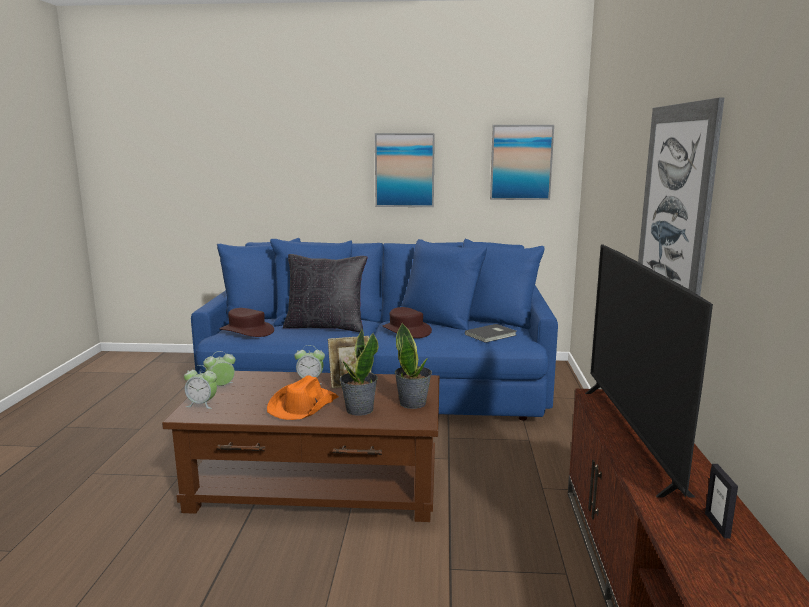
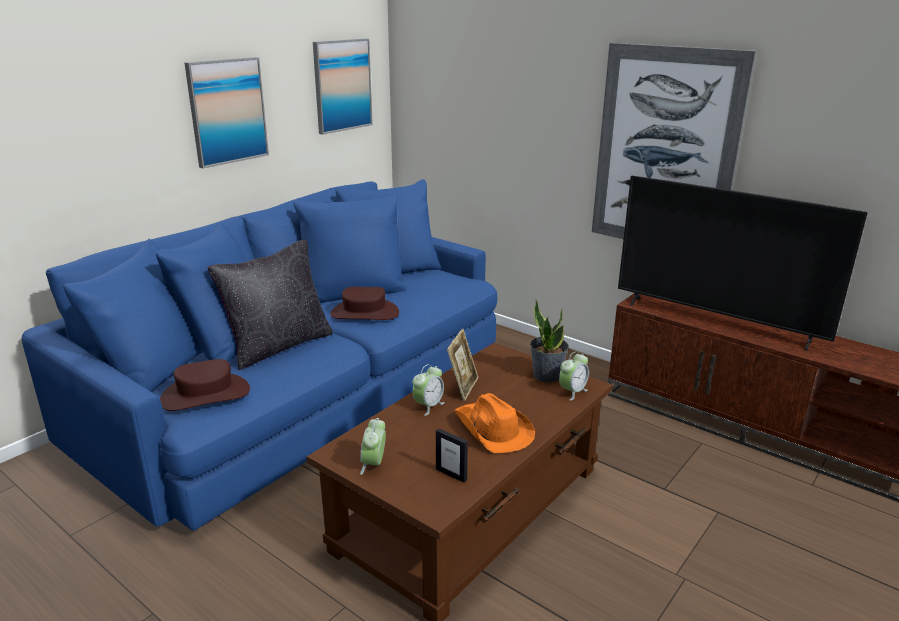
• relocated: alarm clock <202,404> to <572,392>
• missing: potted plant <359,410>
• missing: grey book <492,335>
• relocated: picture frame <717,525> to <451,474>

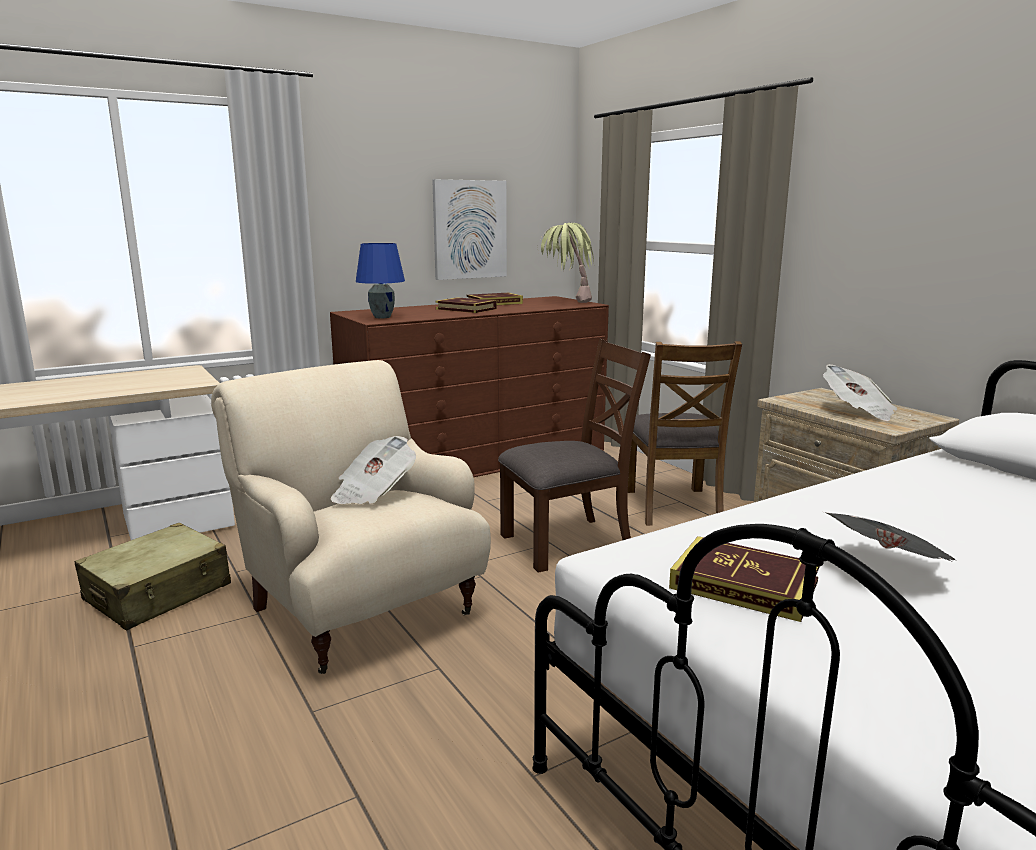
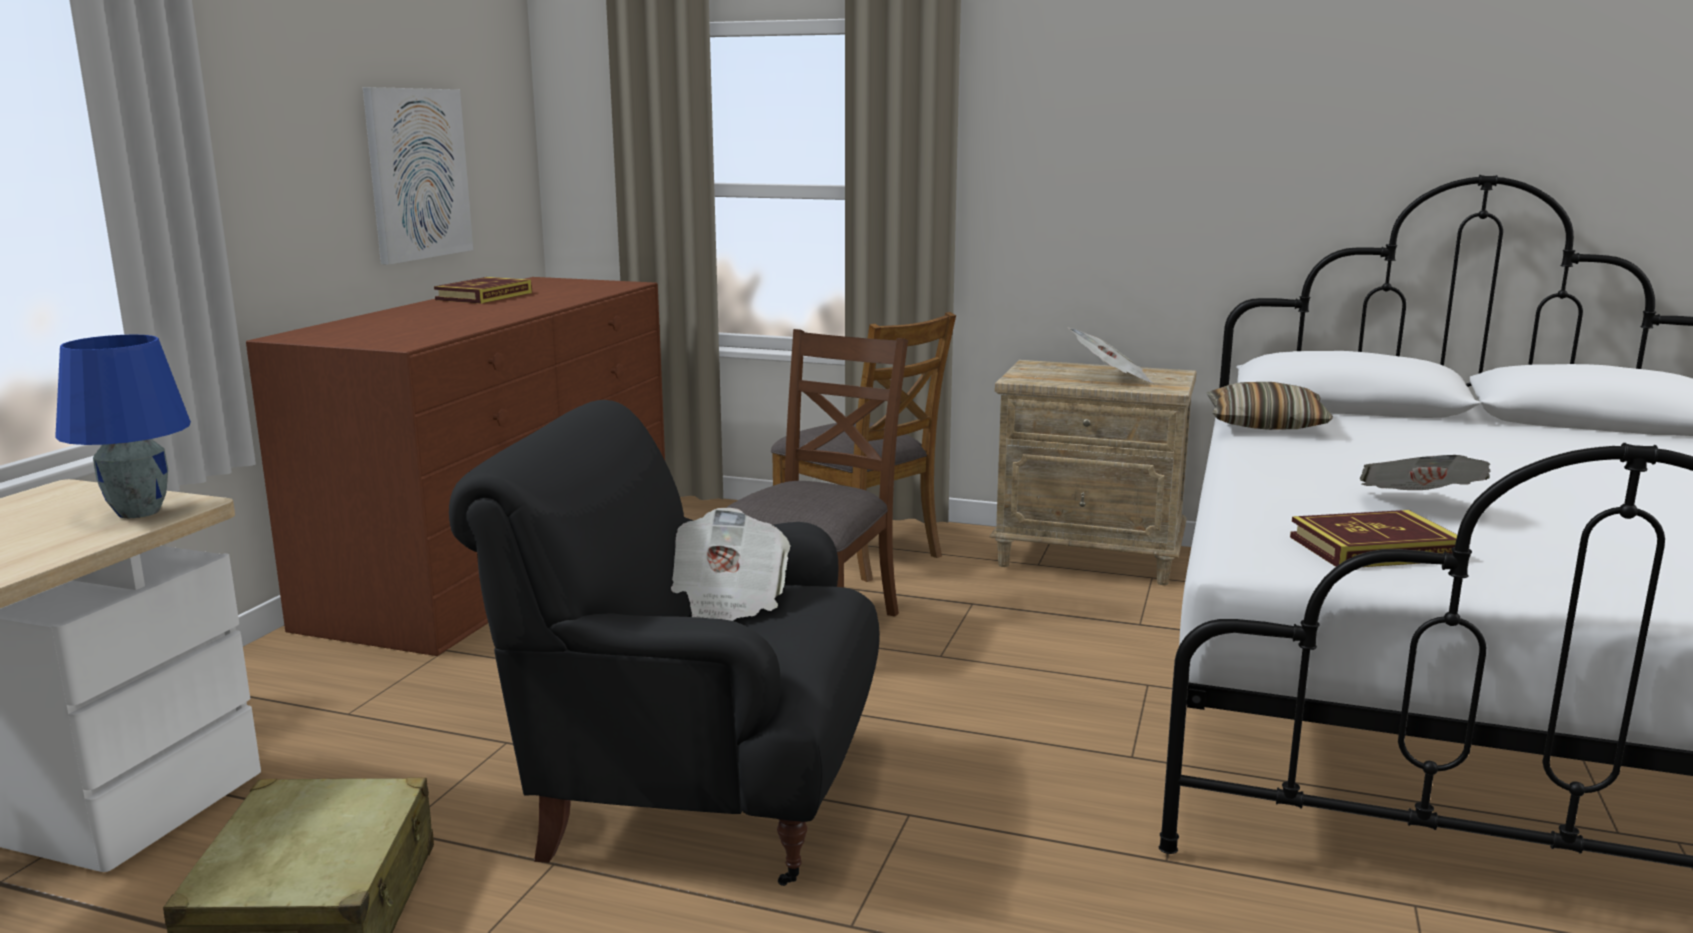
• colour: beige armchair <360,610> to black armchair <697,798>
• relocated: blue table lamp <382,317> to <137,512>
• missing: book <466,309>
• missing: potted plant <566,303>
• appeared: pillow <1265,424>

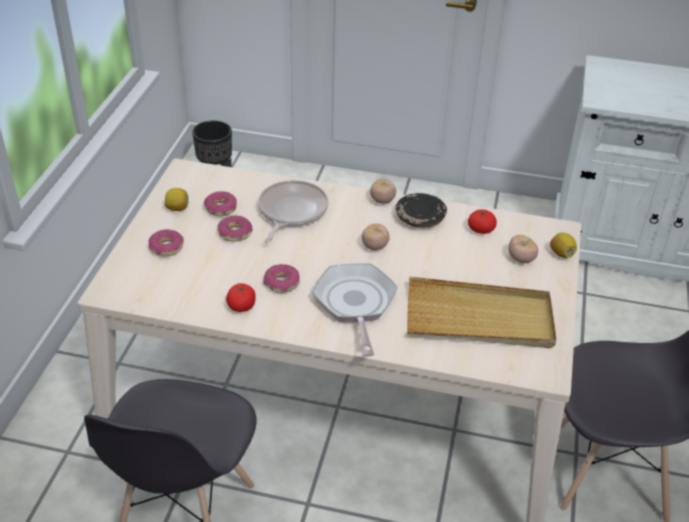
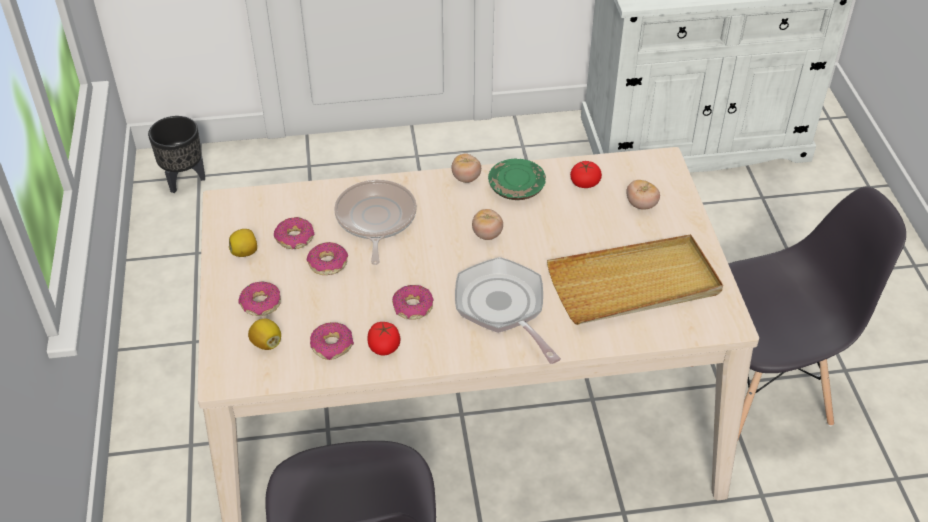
• colour: black plate <420,218> to green plate <516,187>
• relocated: lemon <561,254> to <266,343>
• appeared: donut <332,345>

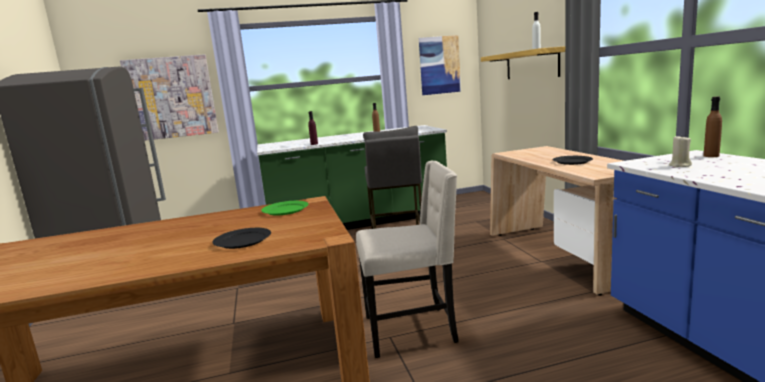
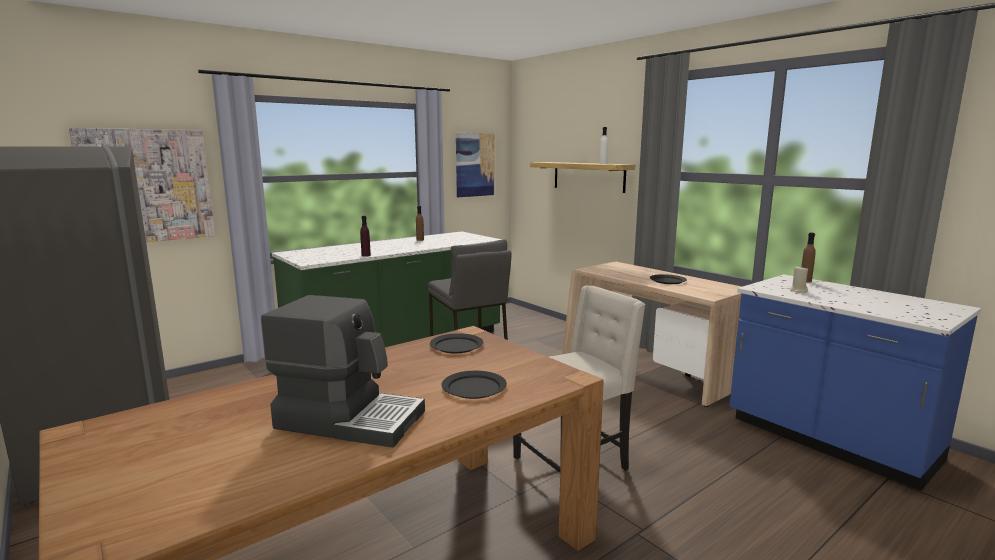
• colour: green plate <285,210> to black plate <456,346>
• appeared: coffee machine <350,419>

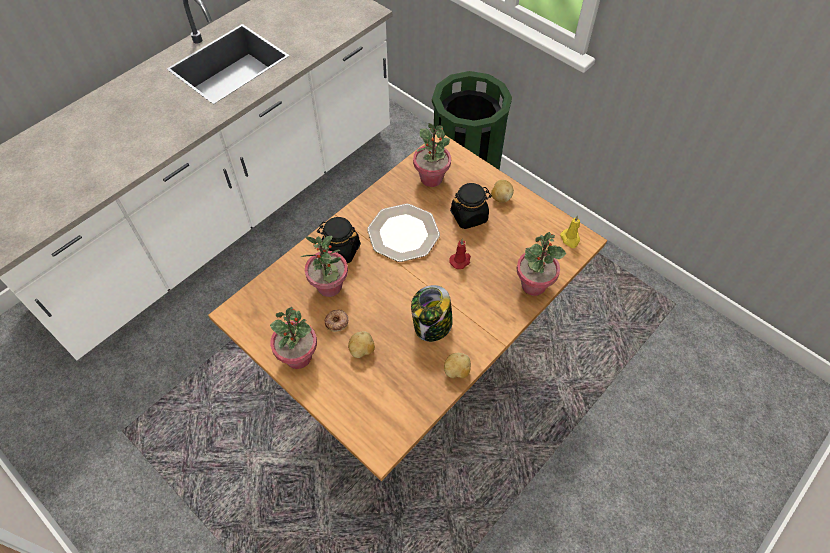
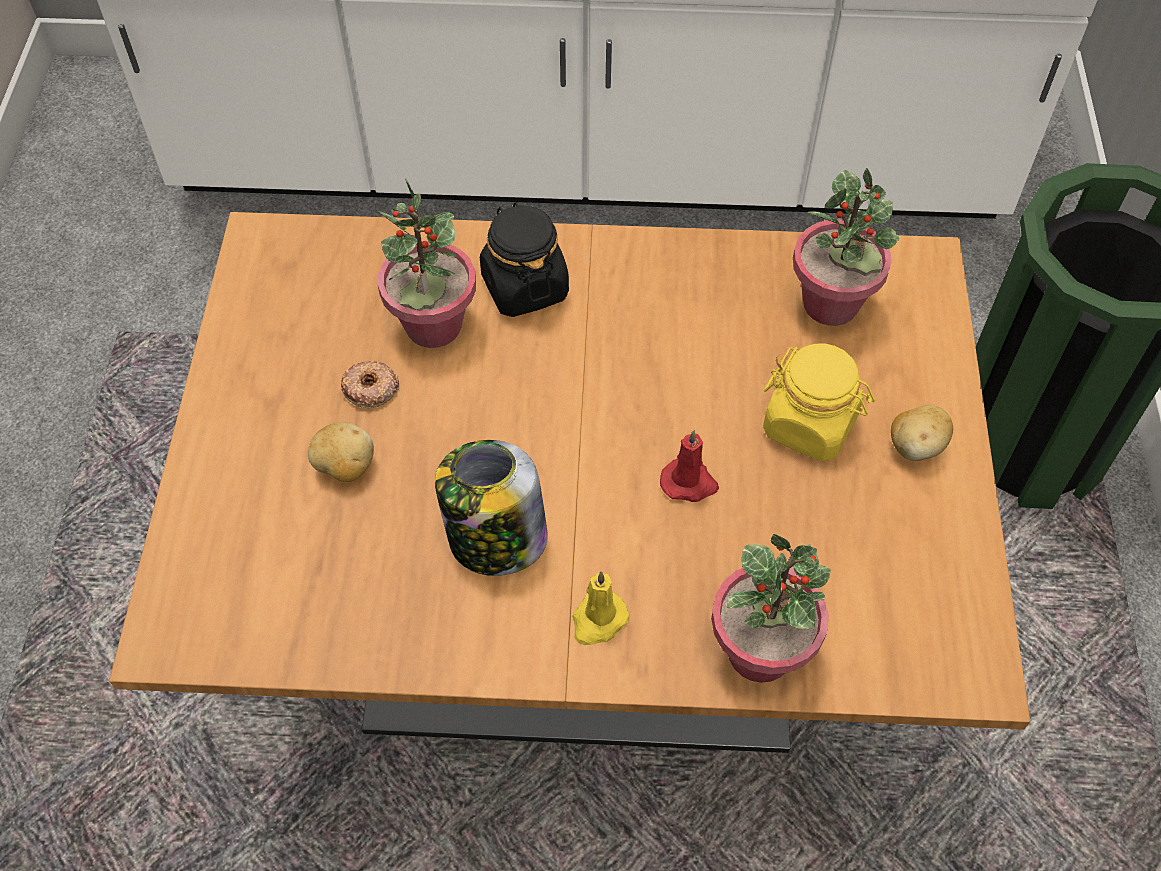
• missing: potted plant <298,356>
• missing: plate <404,234>
• missing: potato <457,371>
• colour: black jar <469,216> to yellow jar <810,425>
• relocated: yellow candle <570,239> to <598,620>

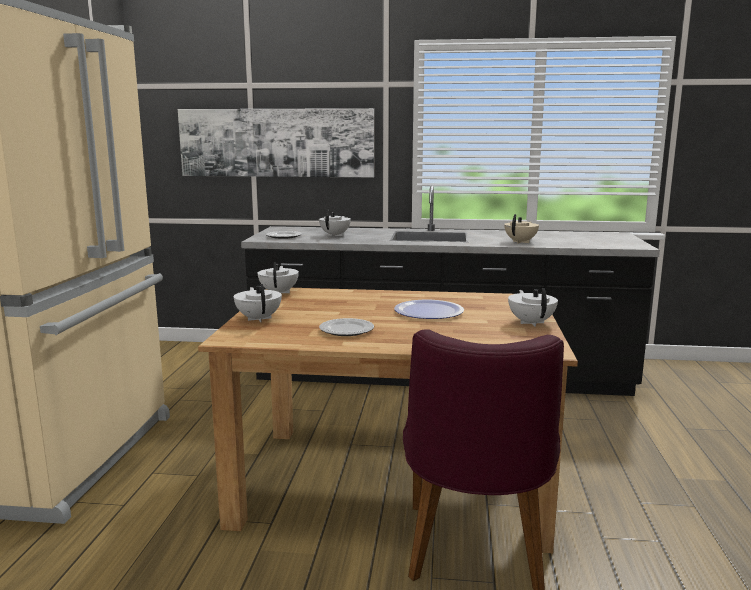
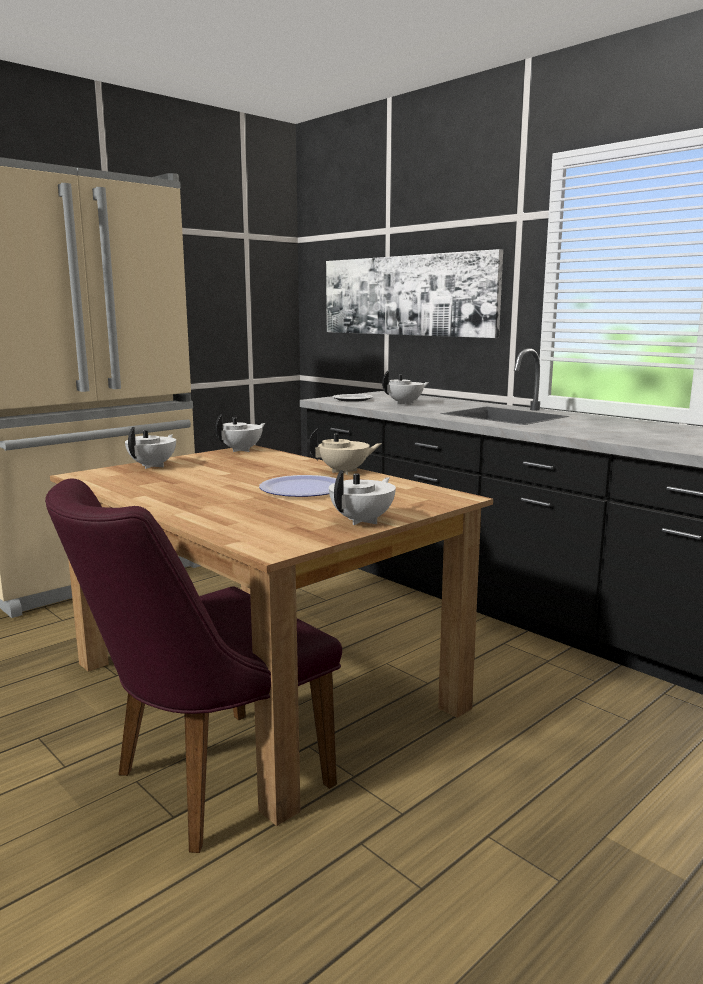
• missing: plate <346,330>
• relocated: beige teapot <521,242> to <345,471>

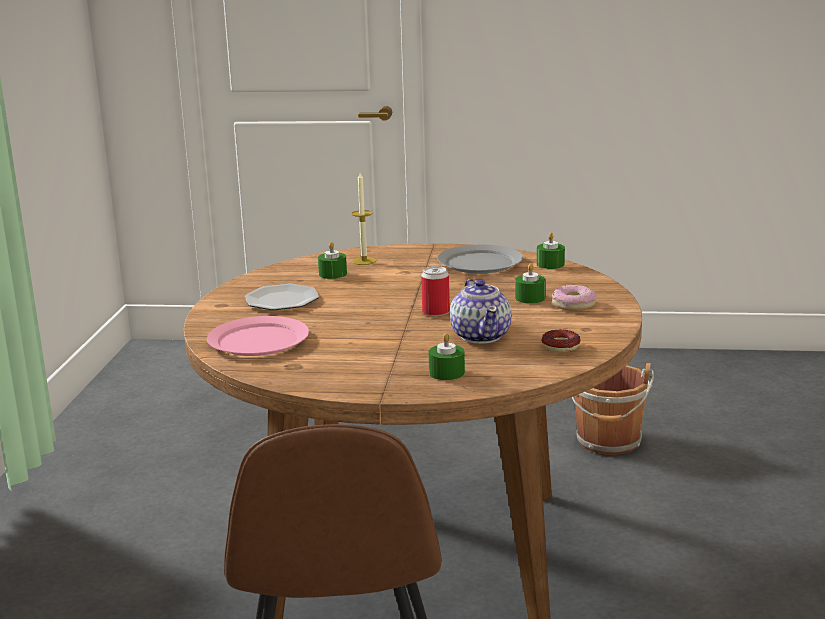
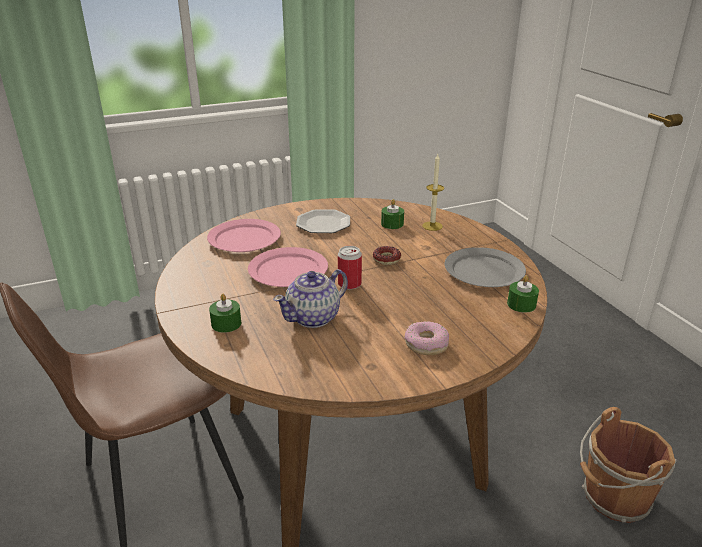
• missing: green candle <530,298>
• relocated: donut <561,346> to <386,259>
• appeared: pink plate <287,271>

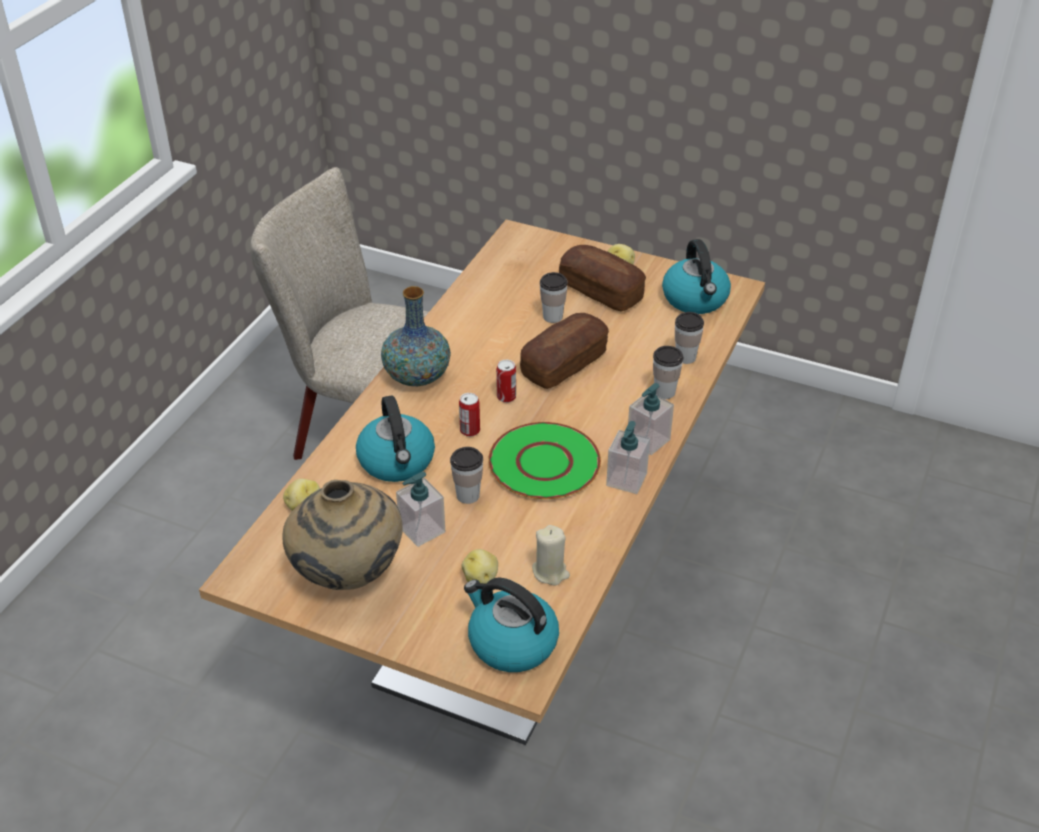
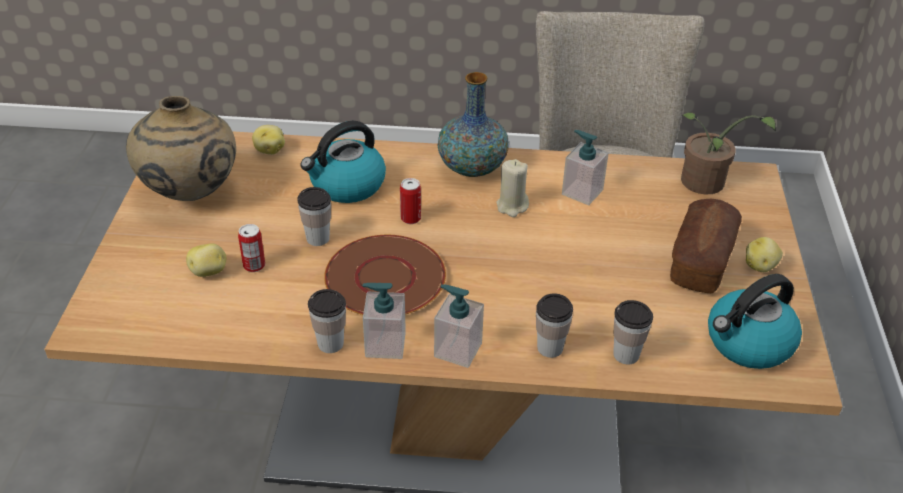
• relocated: soap dispenser <421,530> to <582,192>
• missing: kettle <511,643>
• colour: green plate <544,463> to brown plate <384,278>
• relocated: can <506,397> to <254,265>
• missing: bread <564,364>
• relocated: beige candle <550,572> to <512,206>
• relocated: cup <552,317> to <330,343>
• appeared: potted plant <706,185>

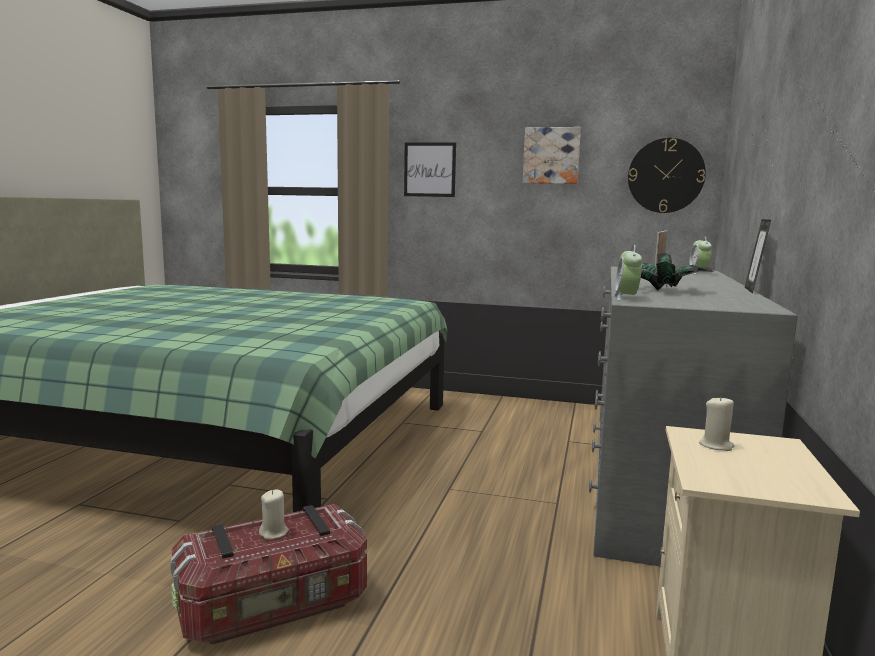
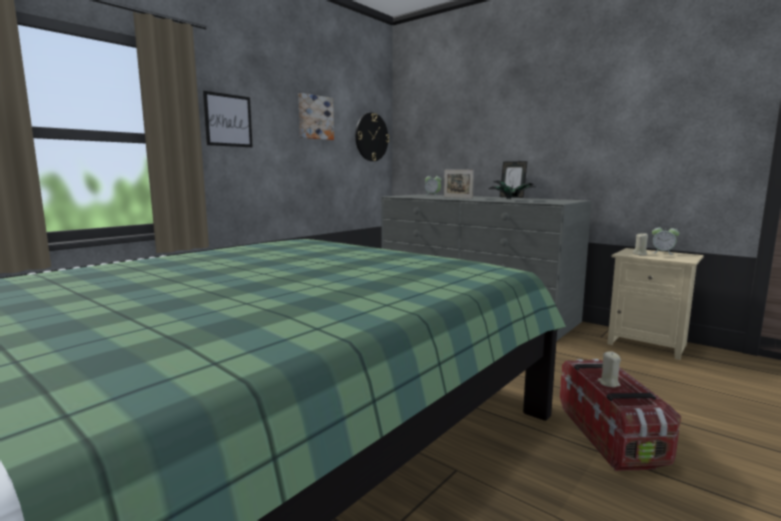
• relocated: alarm clock <626,298> to <663,253>

